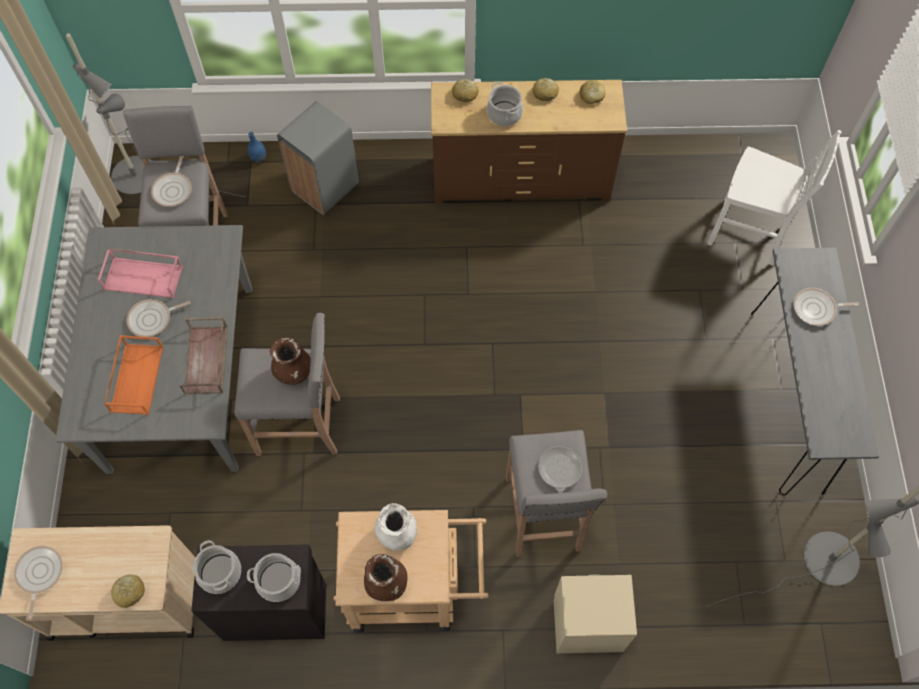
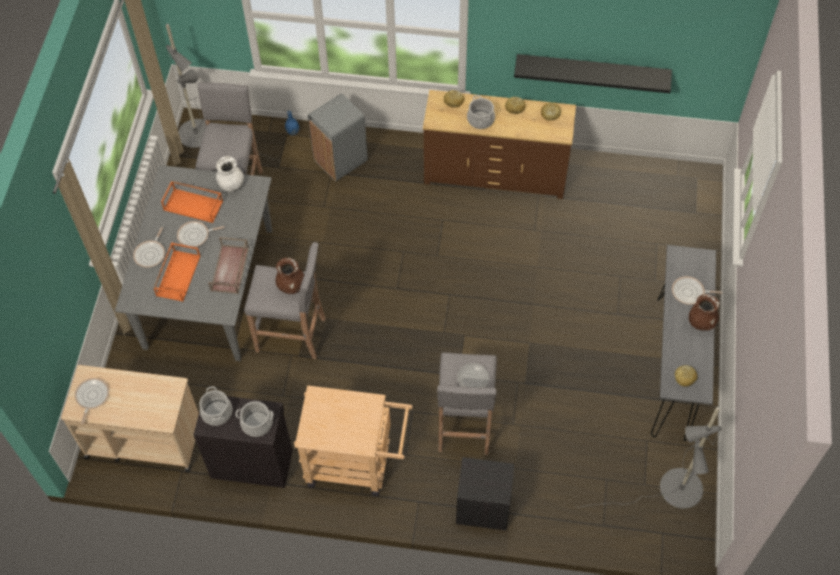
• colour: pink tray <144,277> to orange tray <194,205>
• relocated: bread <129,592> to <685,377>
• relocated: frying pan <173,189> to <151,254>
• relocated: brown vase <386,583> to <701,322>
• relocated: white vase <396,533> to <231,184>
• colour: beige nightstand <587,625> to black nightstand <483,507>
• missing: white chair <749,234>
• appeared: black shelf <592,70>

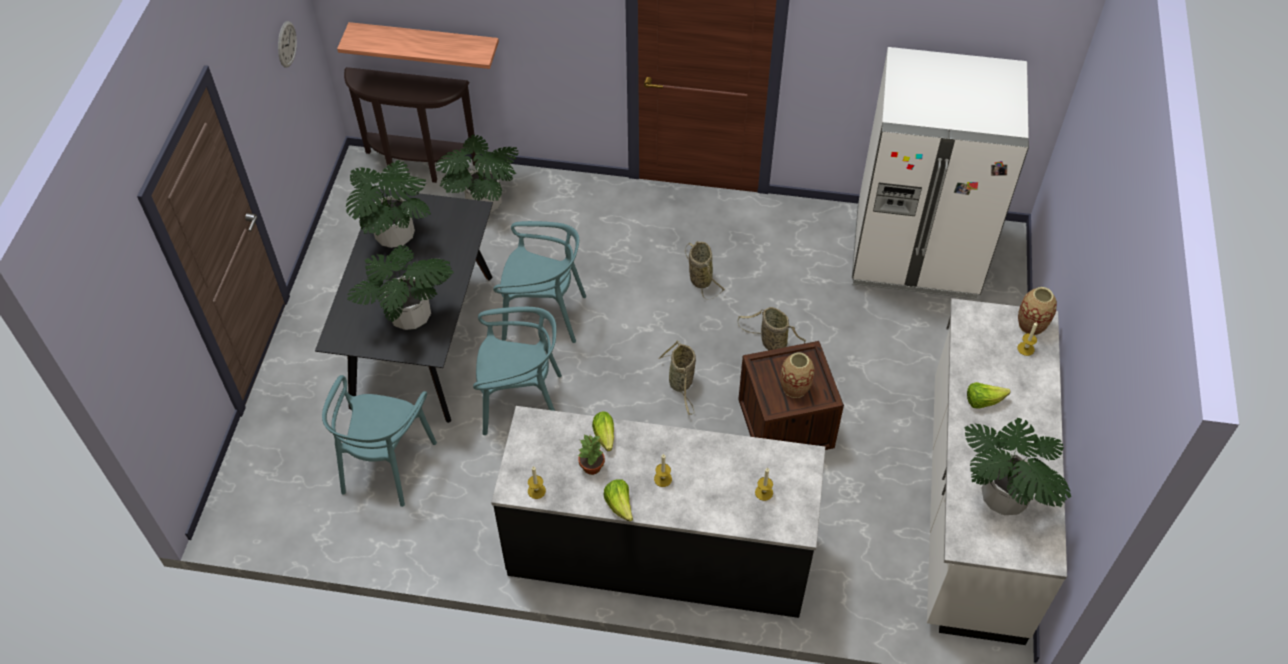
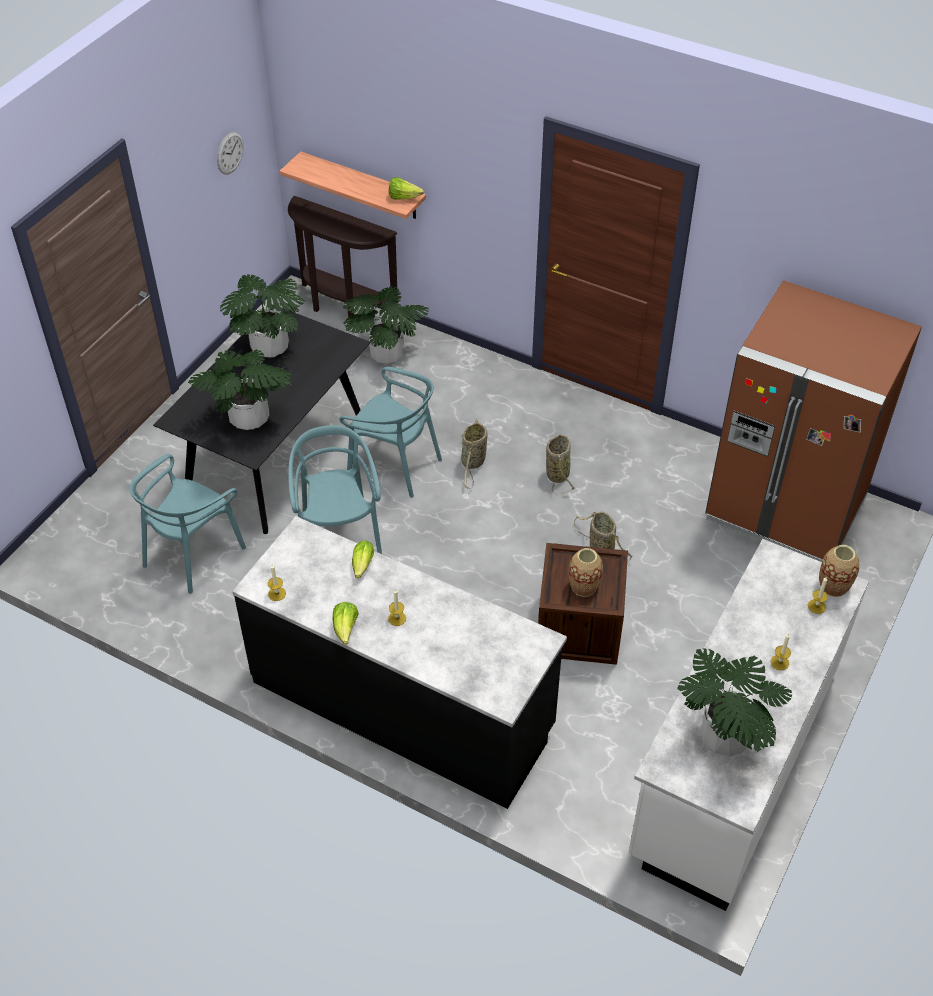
• spun: turquoise chair <521,401> = <338,534> 120 degrees counterclockwise
• missing: potted plant <592,467>
• relocated: basket <681,383> to <473,463>
• relocated: candle <764,492> to <779,662>
• colour: white fridge <916,253> to brown fridge <785,508>
• relocated: lettuce <983,401> to <403,197>

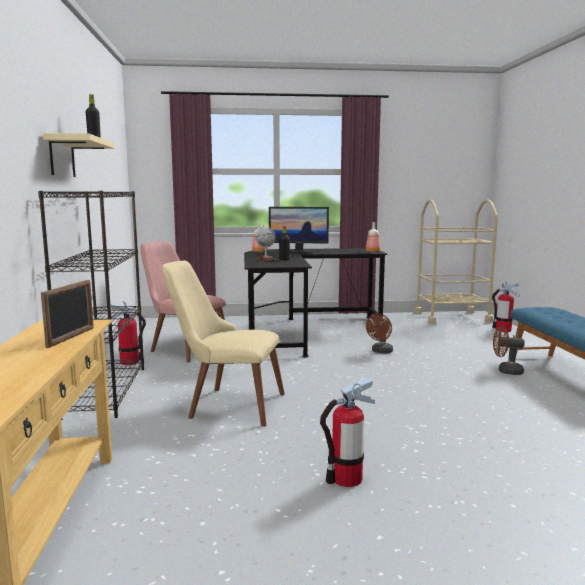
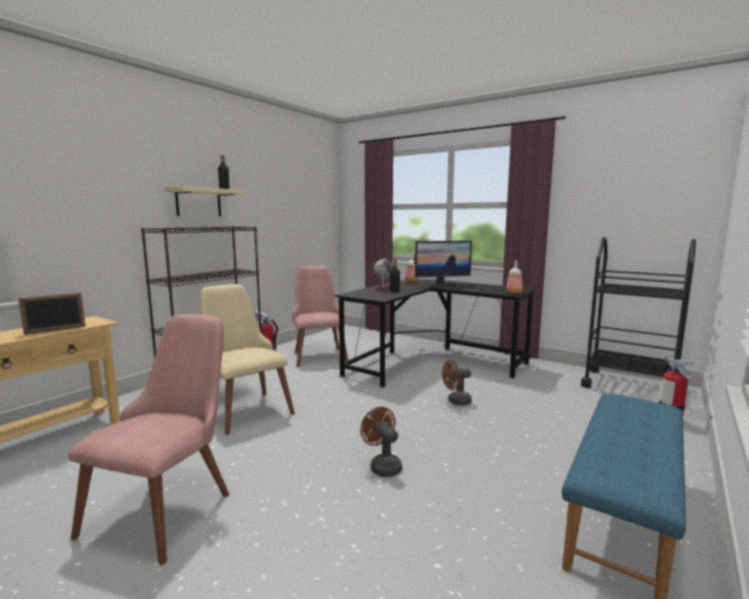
• spun: monitor <298,252> = <441,285> 60 degrees counterclockwise
• exchanged: fire extinguisher <346,479> to pink chair <170,503>
• colour: beige cart <451,317> to black cart <629,385>
• relocated: brown fan <506,371> to <383,466>

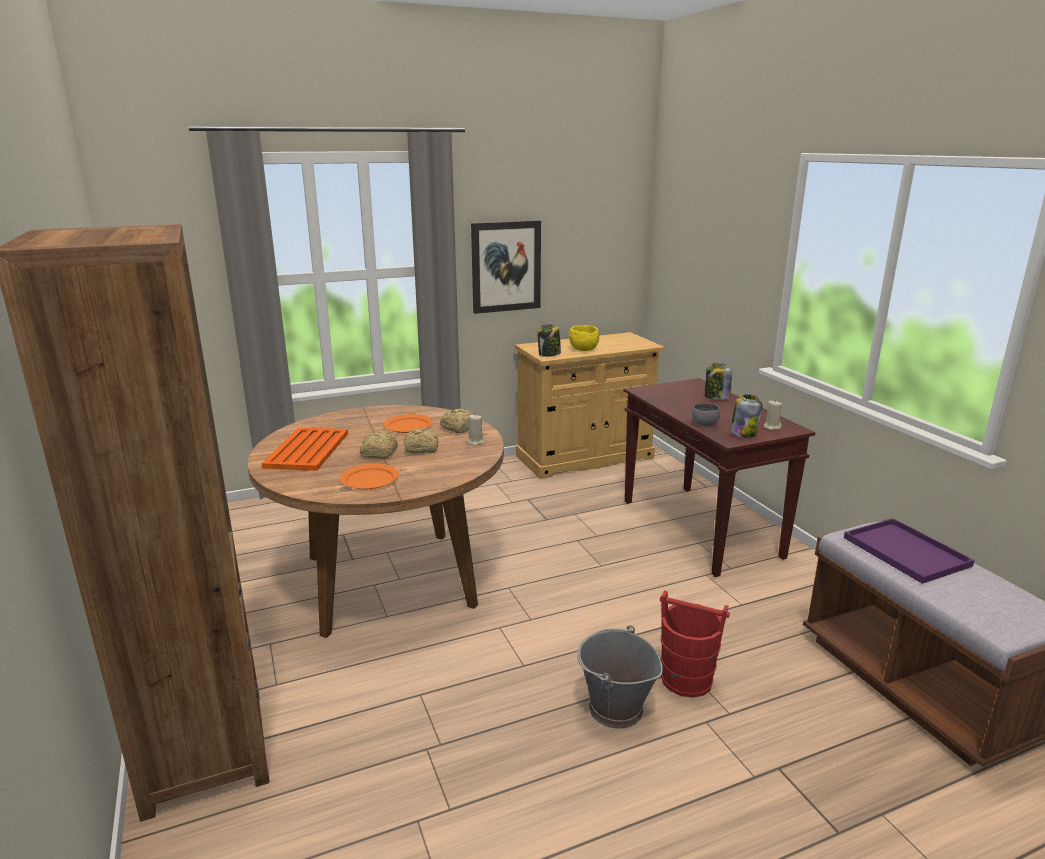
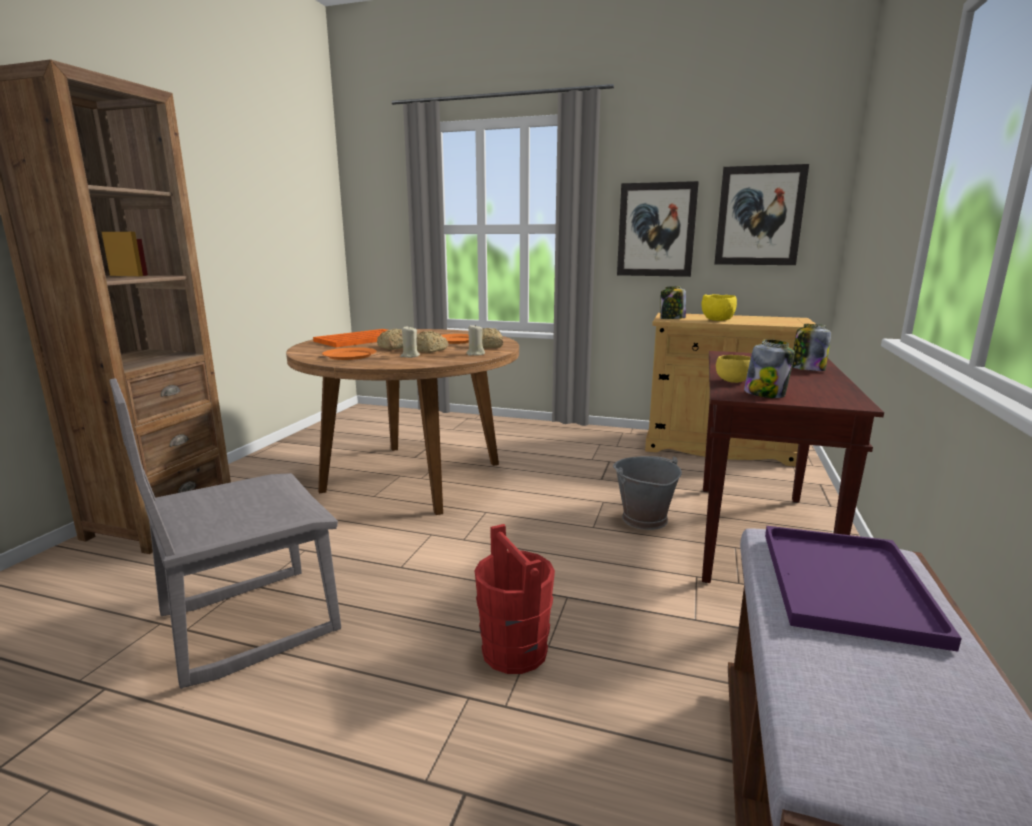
• relocated: grey bucket <615,709> to <643,519>
• colour: grey bowl <703,424> to yellow bowl <731,381>
• relocated: beige candle <772,427> to <410,356>
• appeared: grey chair <249,622>
• appeared: picture <759,216>

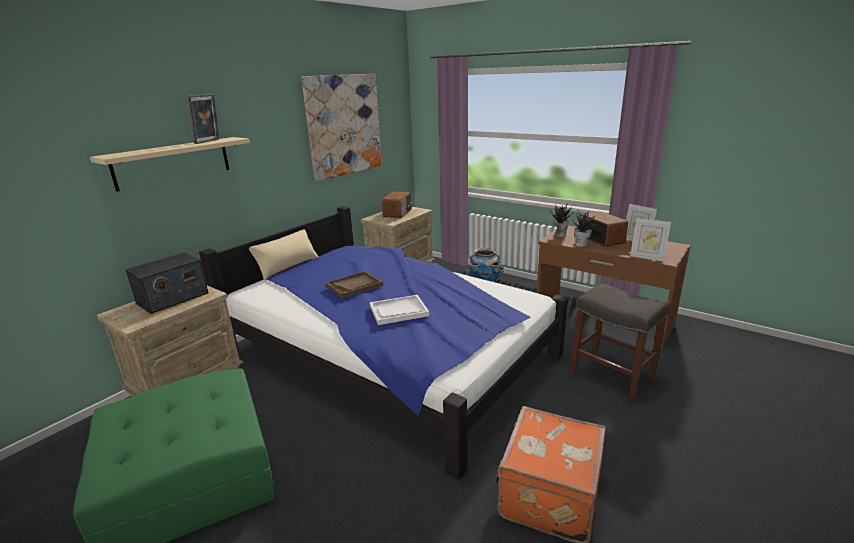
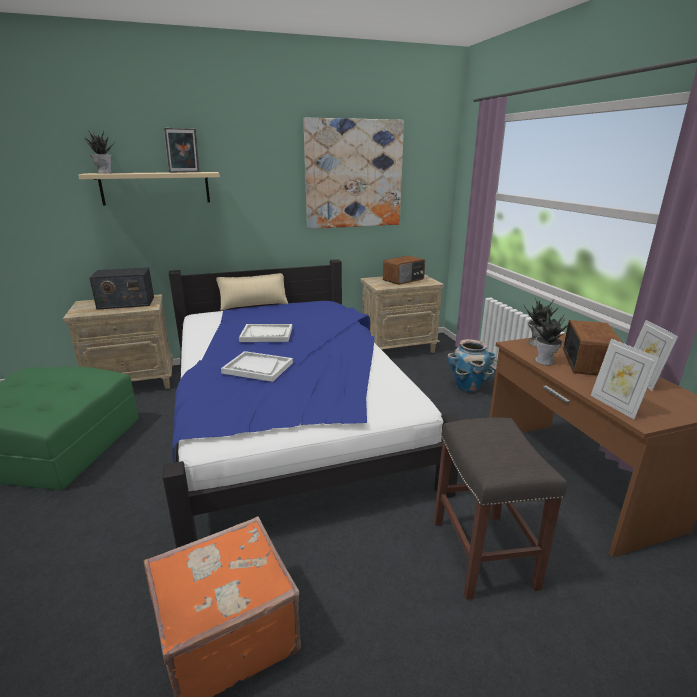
• colour: brown tray <354,285> to white tray <266,334>
• appeared: potted plant <104,173>

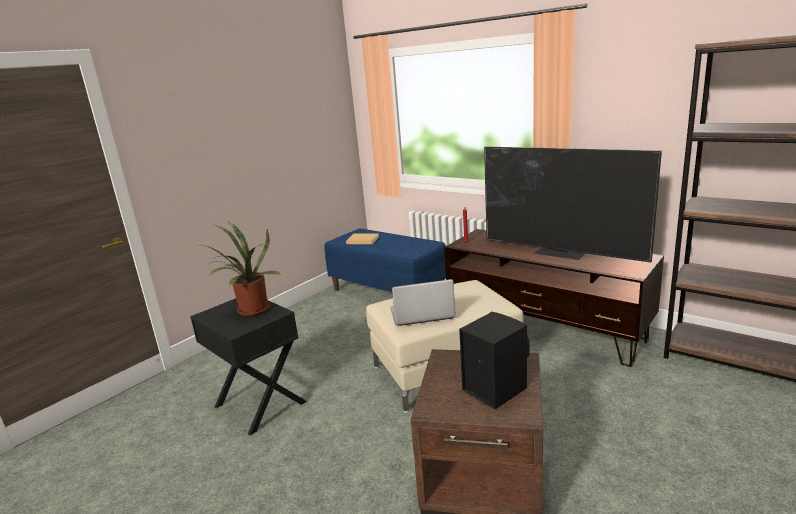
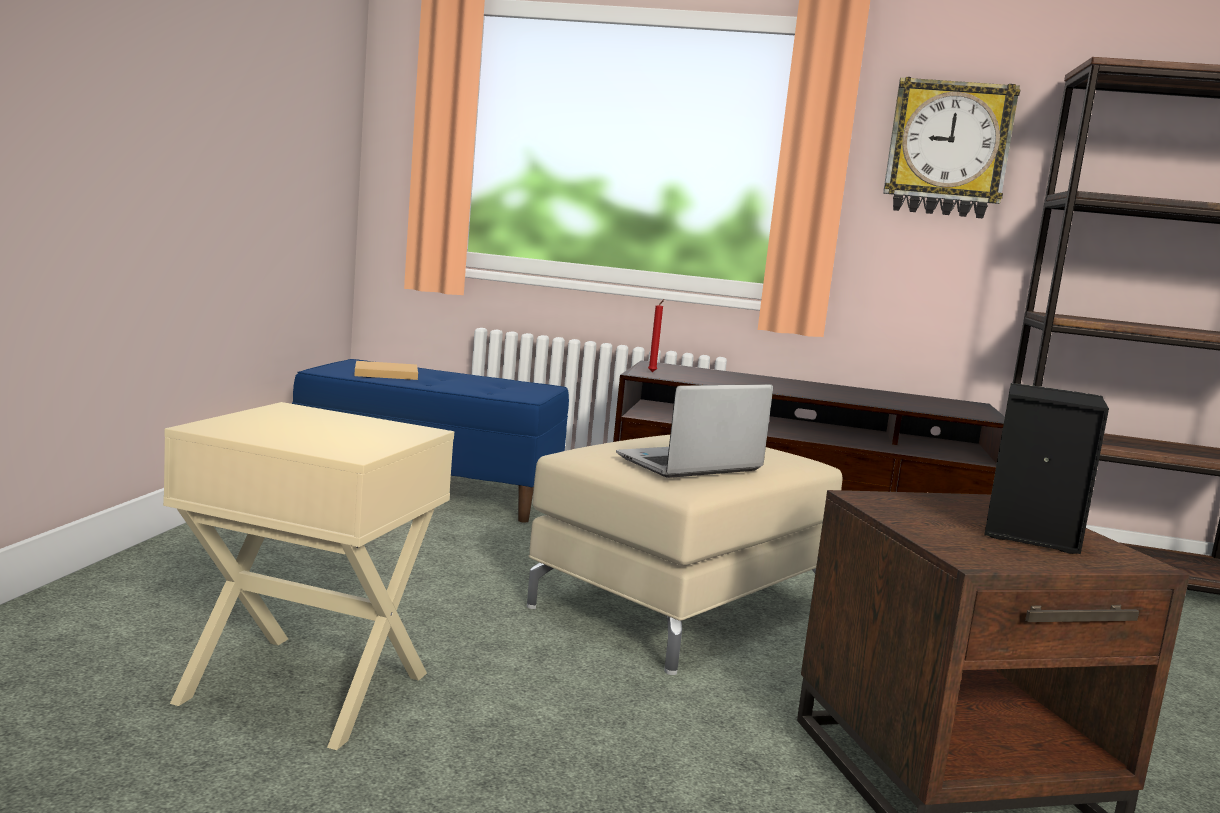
• colour: black side table <259,404> to beige side table <303,689>
• missing: potted plant <251,311>
• missing: television <561,252>
• appeared: wall clock <947,149>

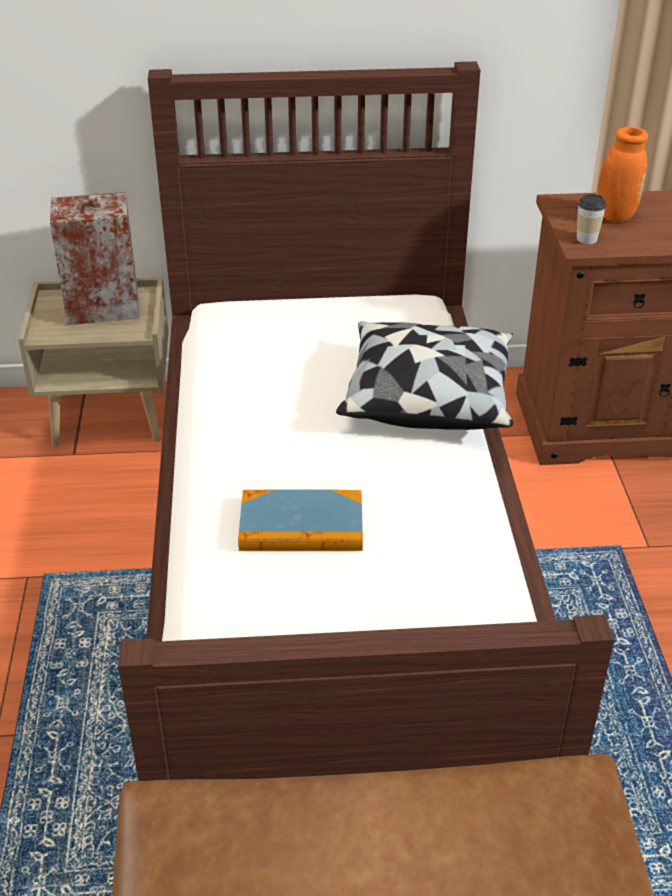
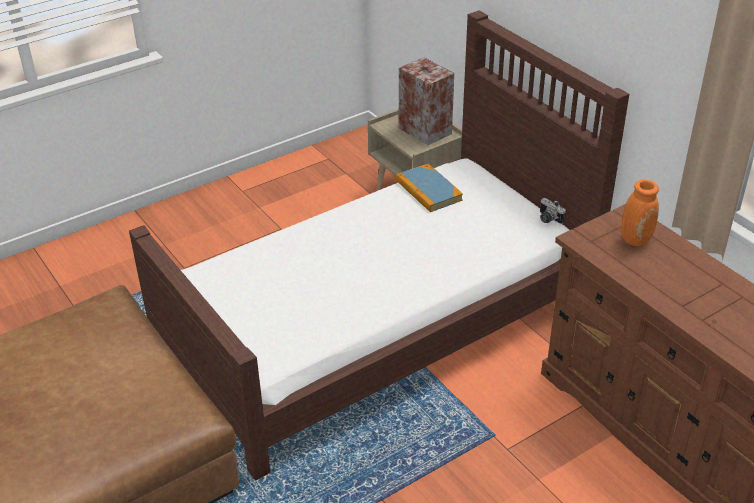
• relocated: book <301,526> to <428,190>
• missing: pillow <427,397>
• missing: cup <586,239>
• appeared: photo camera <548,219>

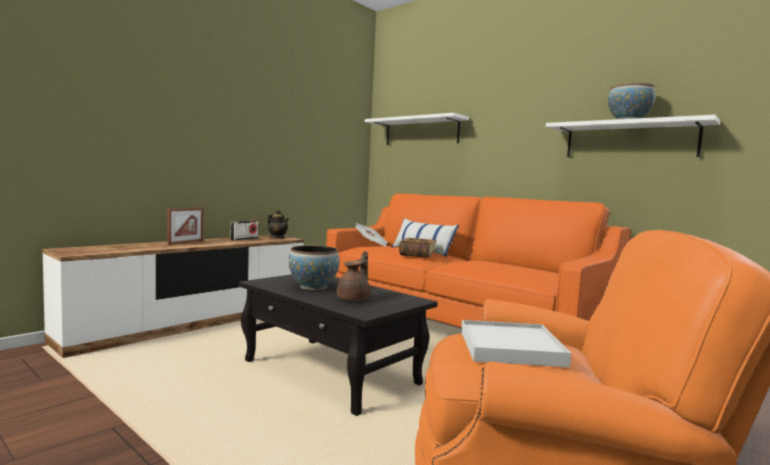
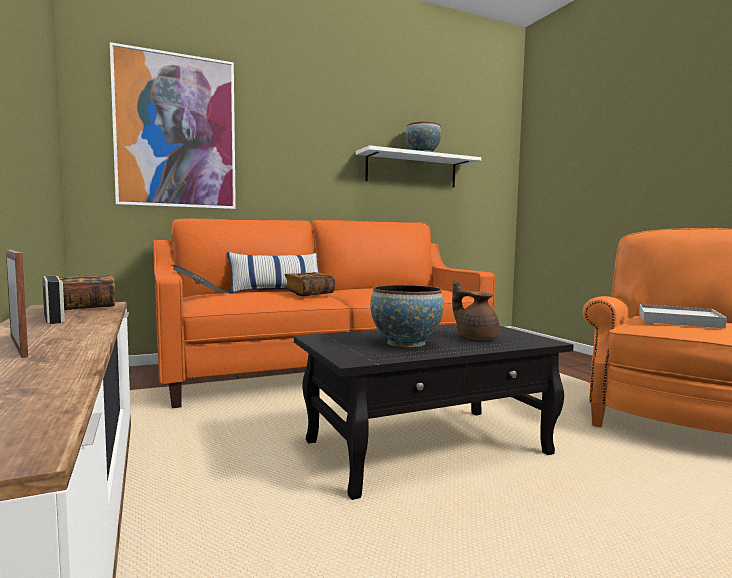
• exchanged: teapot <277,238> to book <83,307>
• exchanged: white shelf <421,132> to picture <176,131>

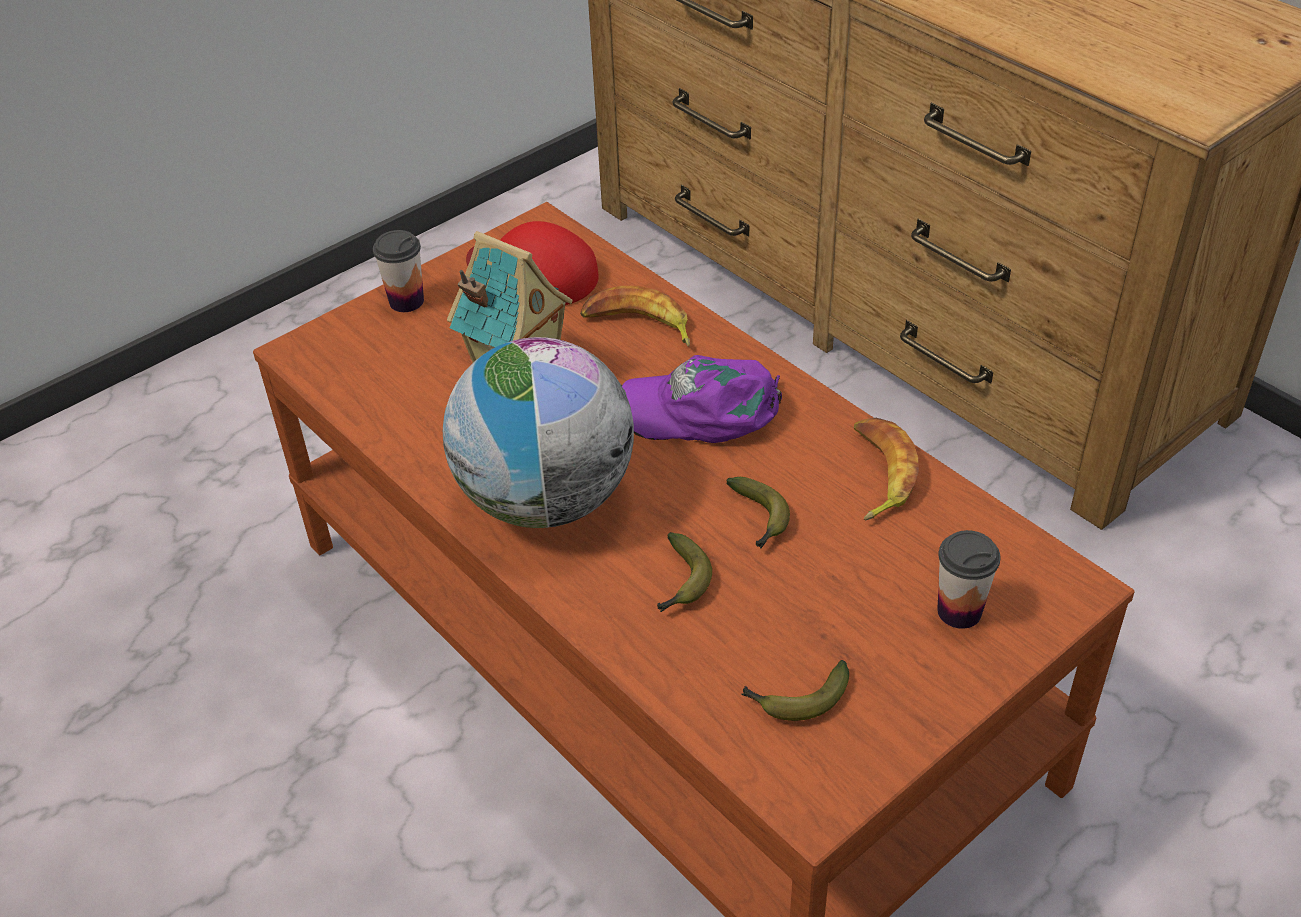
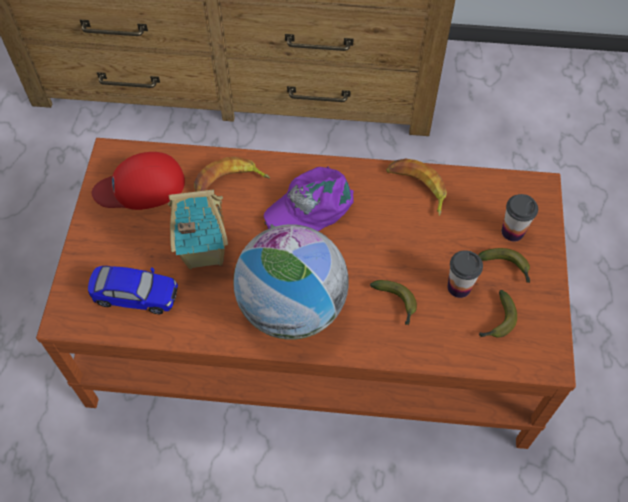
• relocated: cup <406,301> to <459,287>
• relocated: banana <759,519> to <506,267>
• appeared: toy car <136,296>

